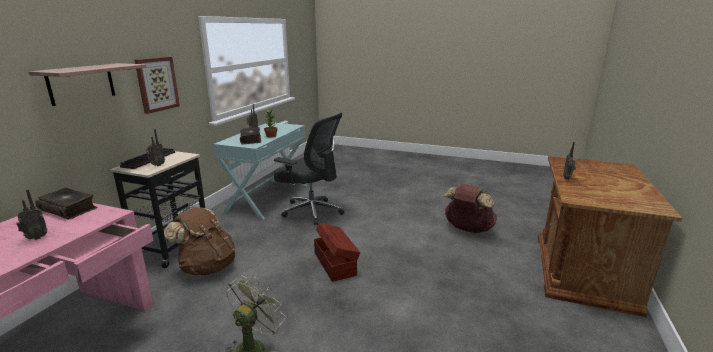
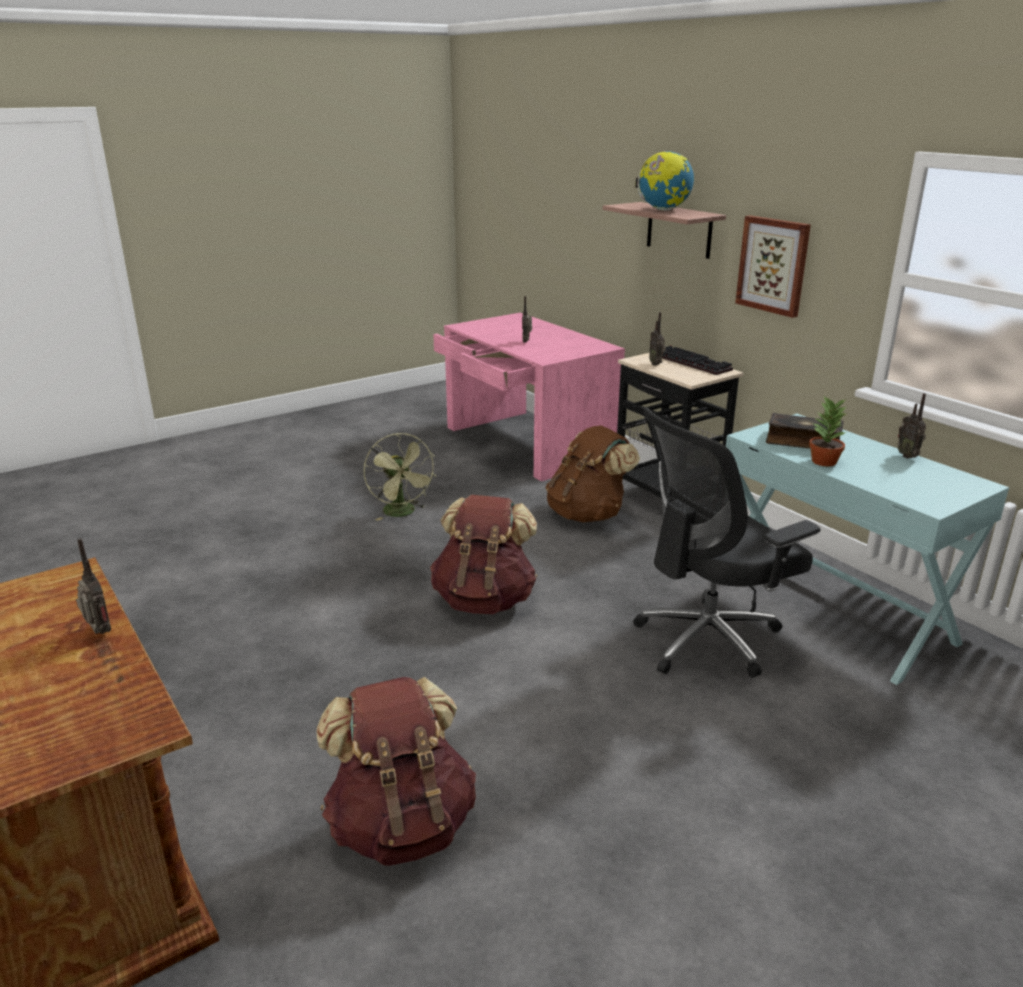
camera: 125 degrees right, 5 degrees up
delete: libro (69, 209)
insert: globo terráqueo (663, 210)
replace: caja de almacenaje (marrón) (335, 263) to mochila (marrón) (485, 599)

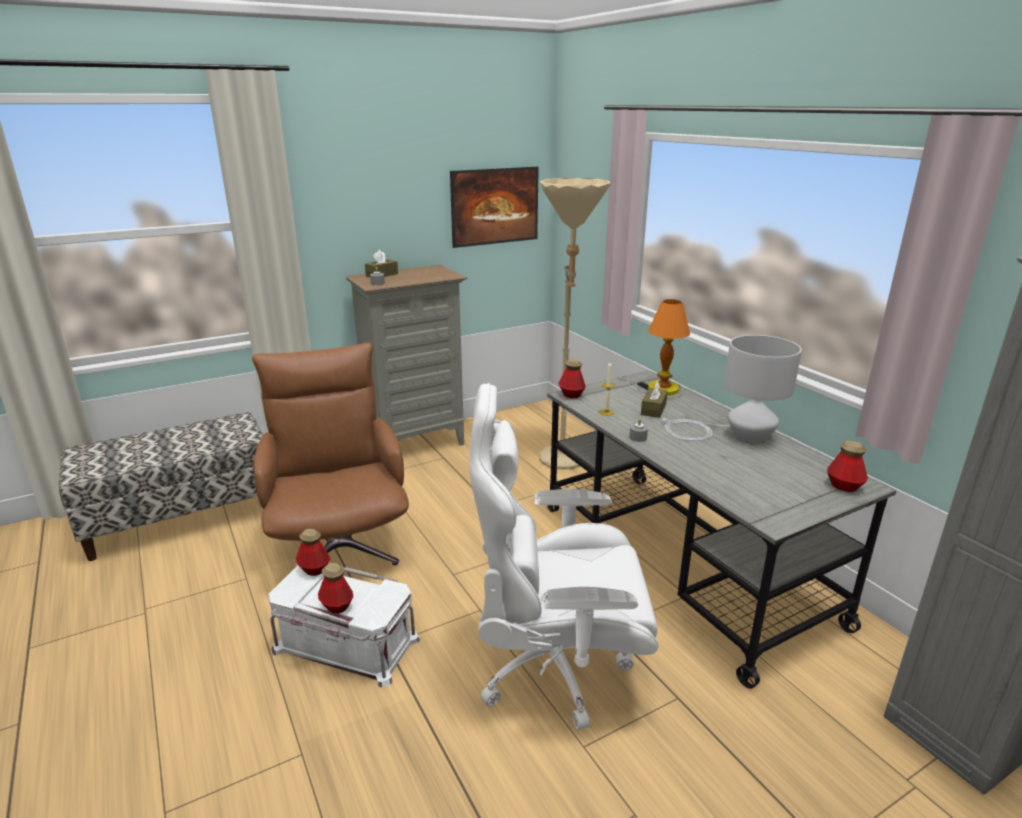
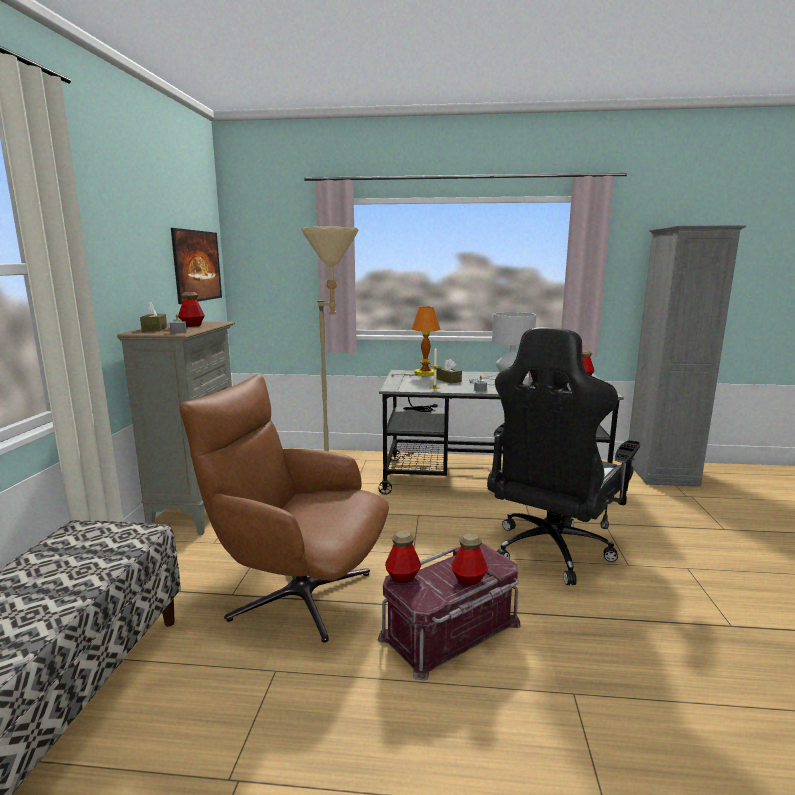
camera: 55 degrees left, 10 degrees down
move: botella (571, 395) to (192, 325)
recolor: caja de almacenaje (blanco) (345, 645) to caja de almacenaje (rojo) (451, 631); silla de oficina (blanco) (560, 666) to silla de oficina (negro) (553, 547)

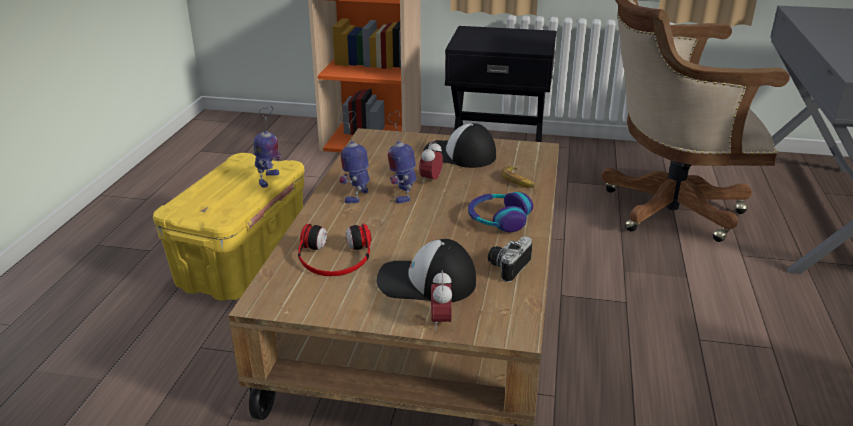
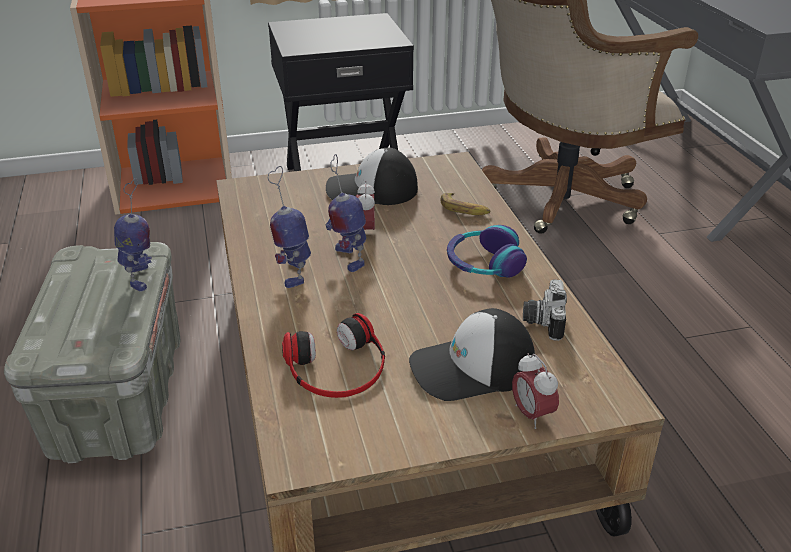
camera: 25 degrees left, 5 degrees up
recolor: caja de almacenaje (amarillo) (243, 262) to caja de almacenaje (gris) (117, 395)

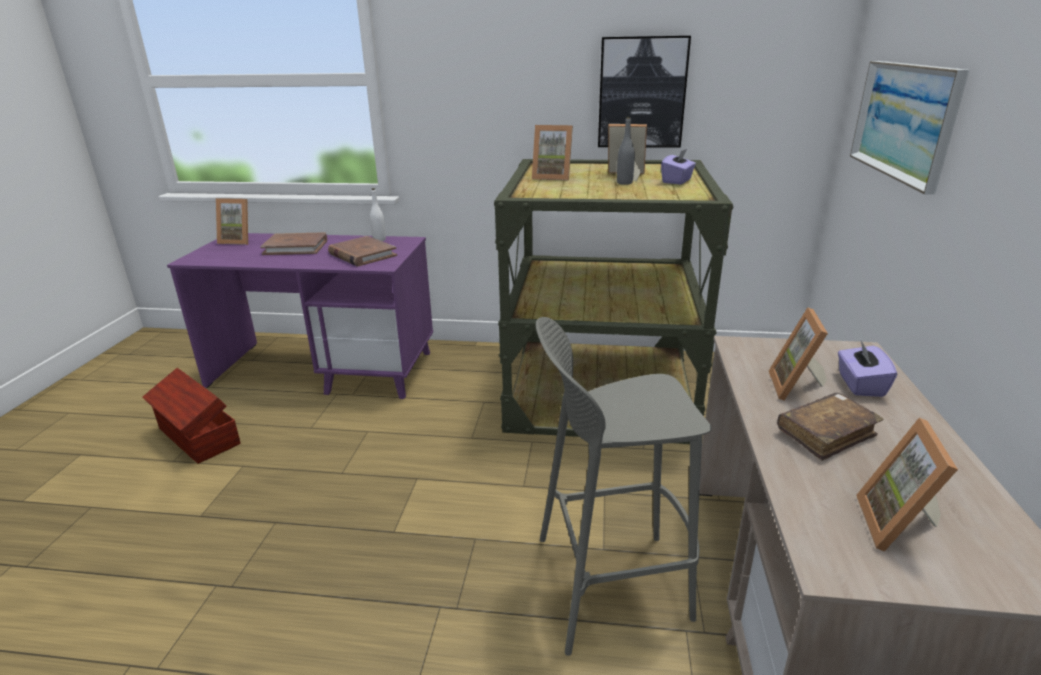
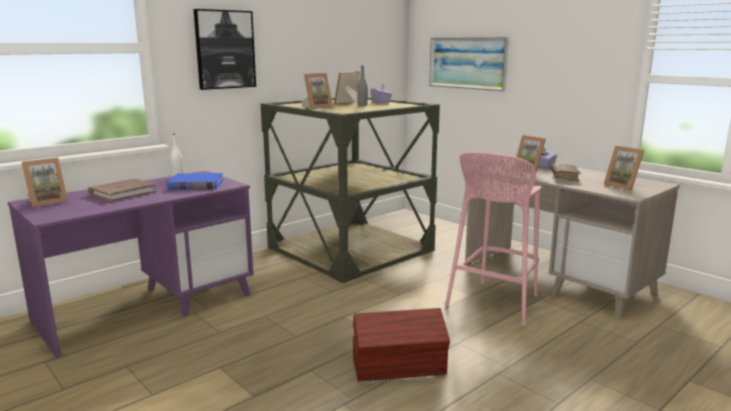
camera: 50 degrees left, 10 degrees down
move: cuadro (642, 93) to (225, 49); caja de almacenaje (marrón) (198, 437) to (400, 367)
recolor: libro (marrón) (362, 255) to libro (azul) (196, 185); taburete (gris) (609, 584) to taburete (rosa) (495, 302)

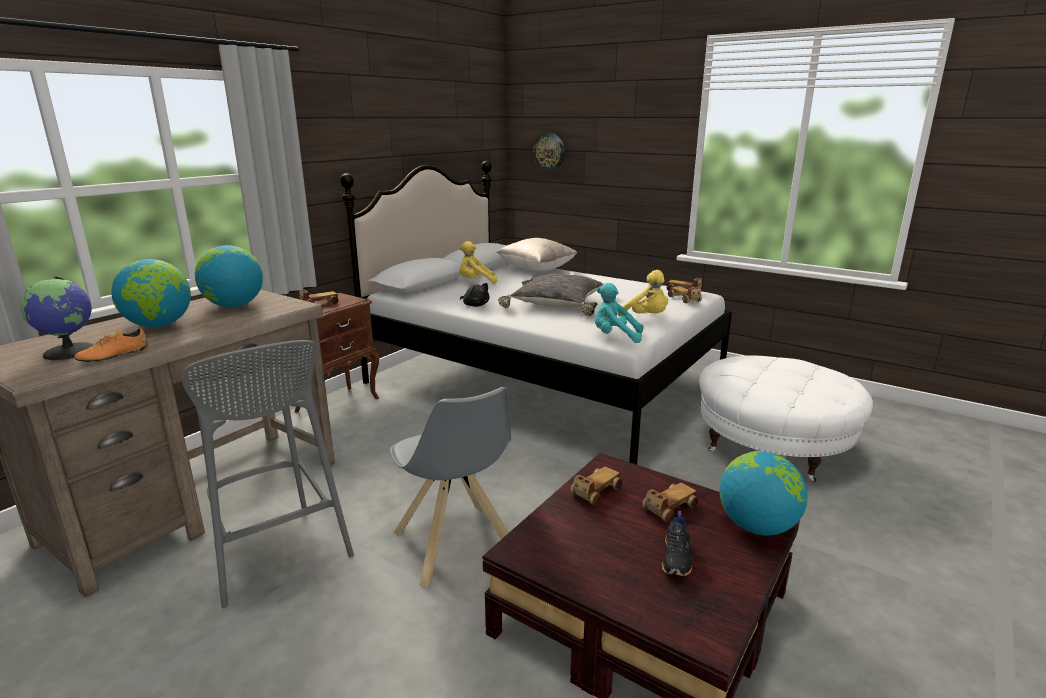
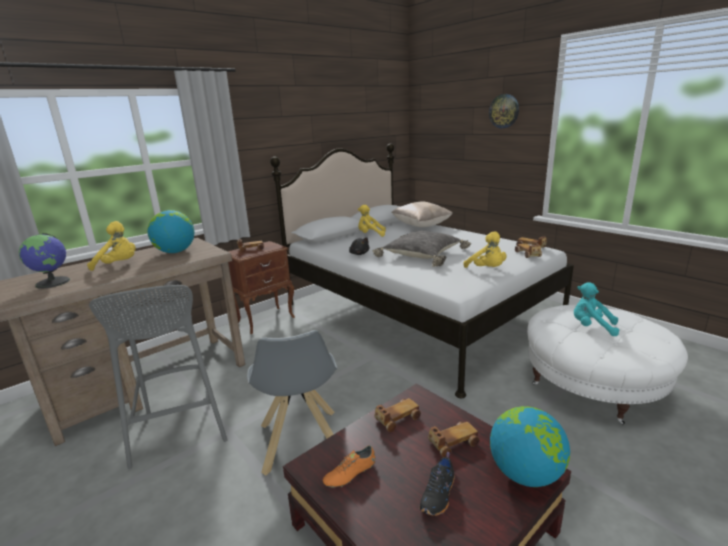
camera: 15 degrees right, 0 degrees up
move: zapato (naranja) (114, 356) to (350, 474); reloj de pared (549, 151) to (504, 111); peluche (turquesa) (615, 337) to (591, 327)
replace: globo terráqueo (159, 325) to peluche (amarillo) (119, 265)

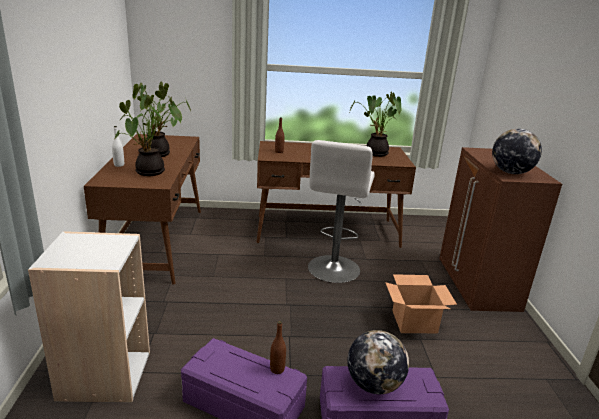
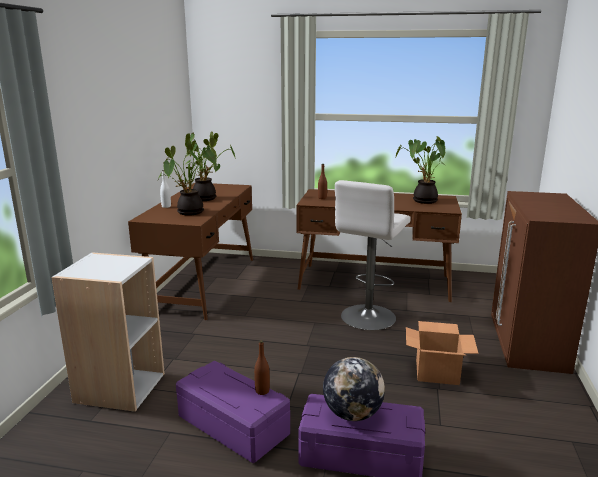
camera: 15 degrees right, 5 degrees down
delete: globo terráqueo (511, 172)

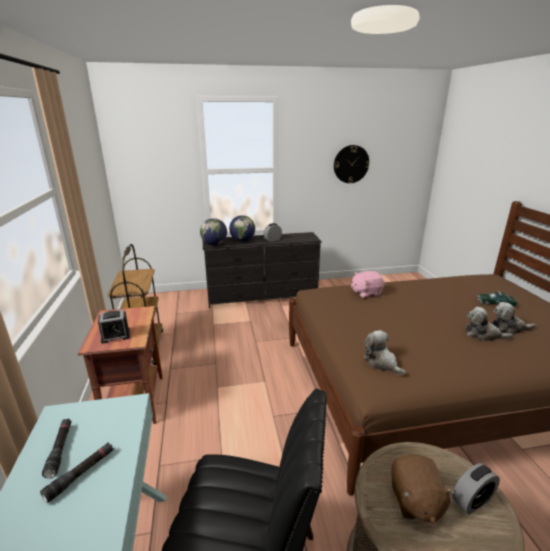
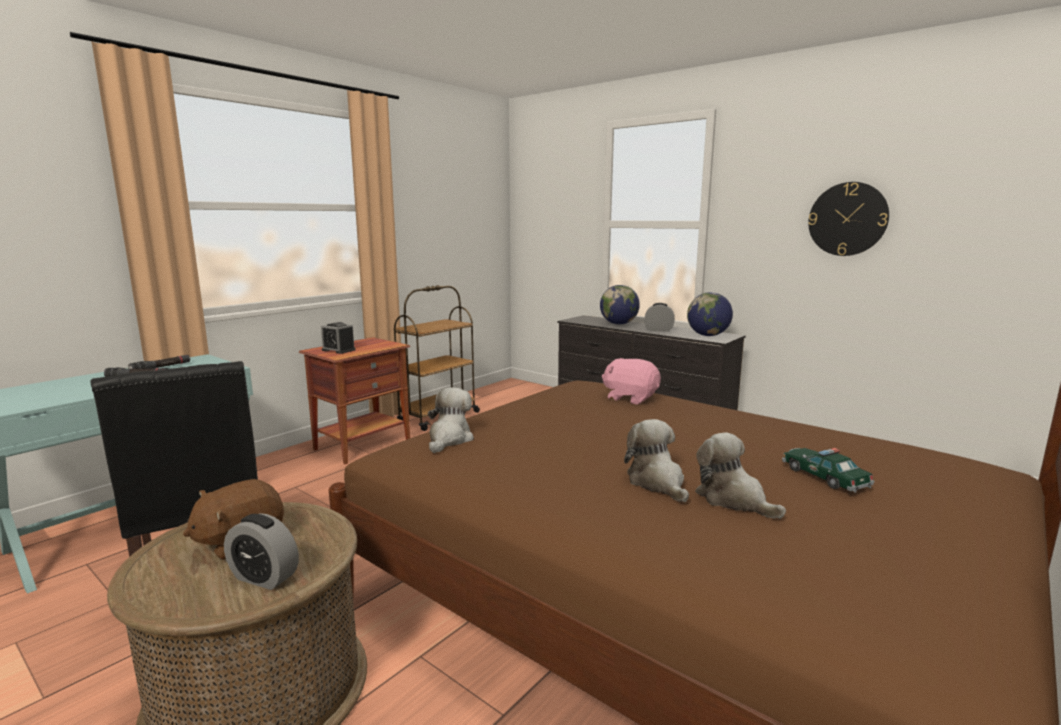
camera: 50 degrees right, 10 degrees down
move: globo terráqueo (214, 244) to (708, 335)

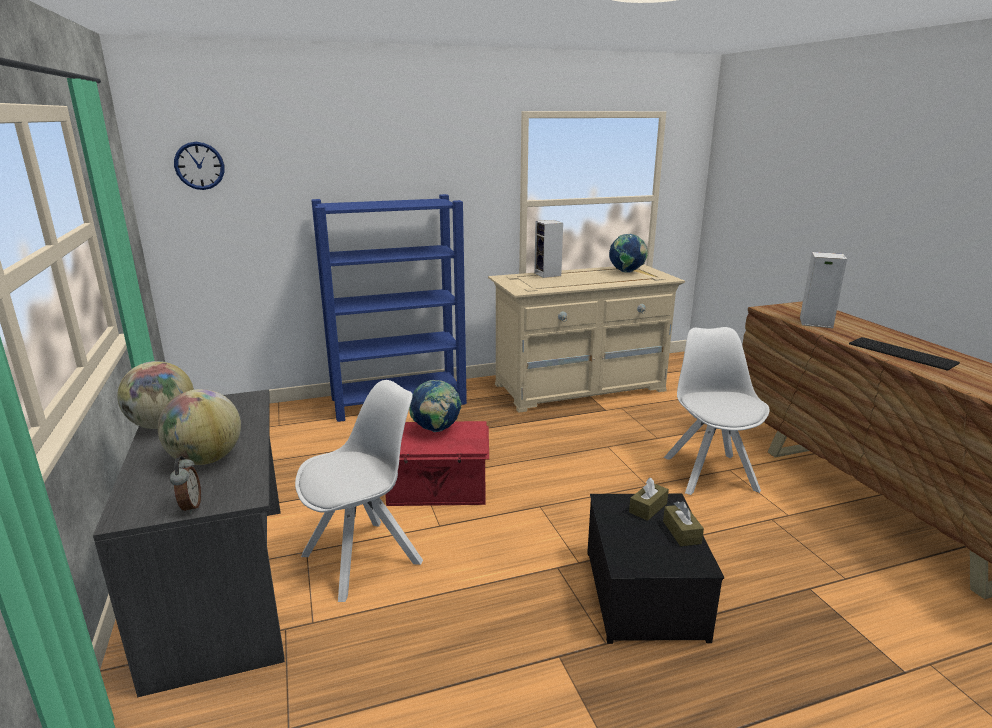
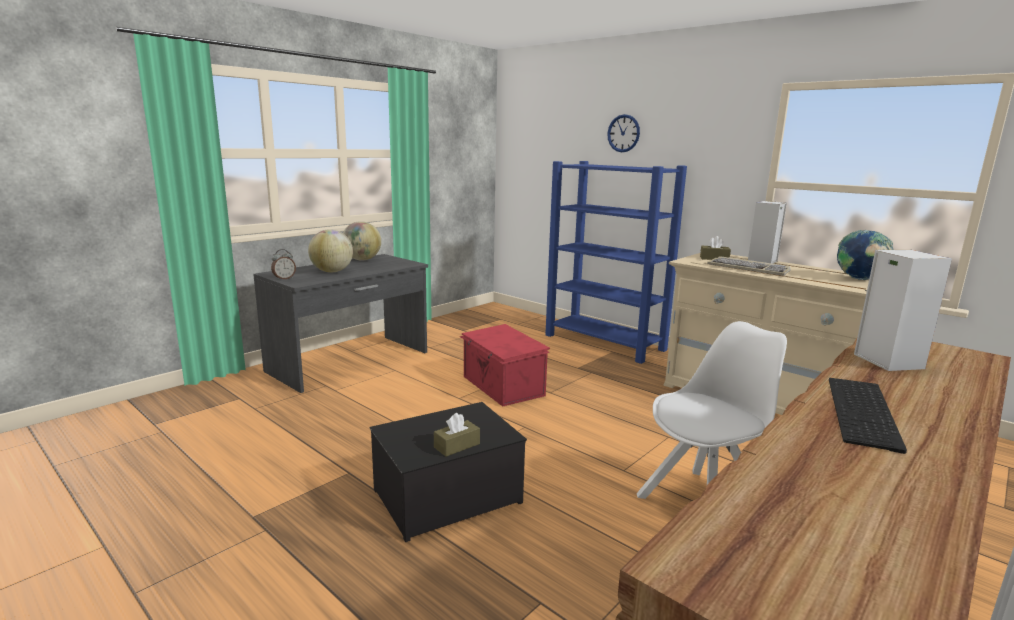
camera: 60 degrees right, 5 degrees down
delete: silla (blanco) (364, 558); globo terráqueo (436, 430)
insert: teclado (749, 269)
move: reloj de pared (199, 166) to (623, 133); caja de pañuelos (marrón) (648, 508) to (714, 258)

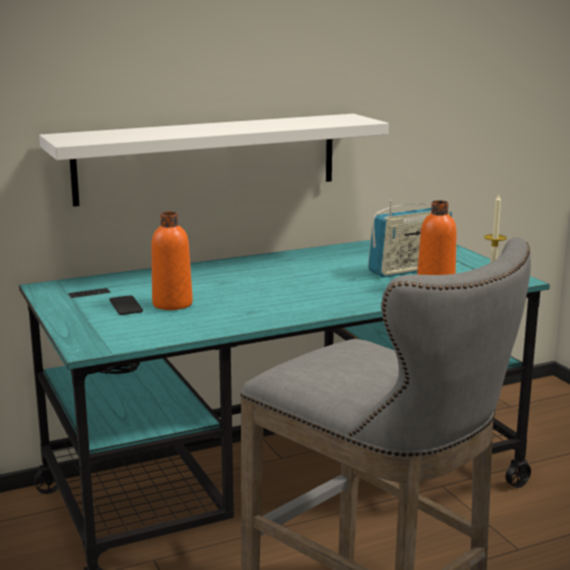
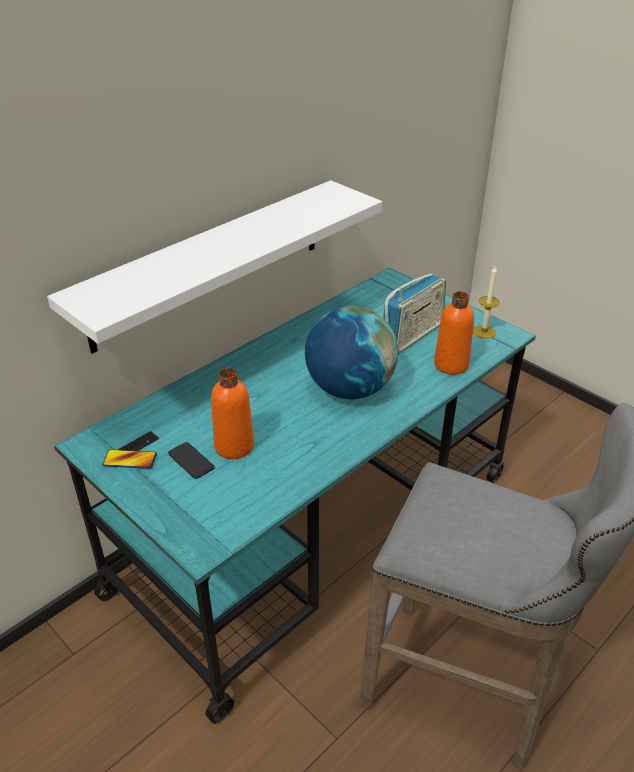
camera: 20 degrees left, 20 degrees up
insert: móvil (130, 460); globo terráqueo (349, 389)

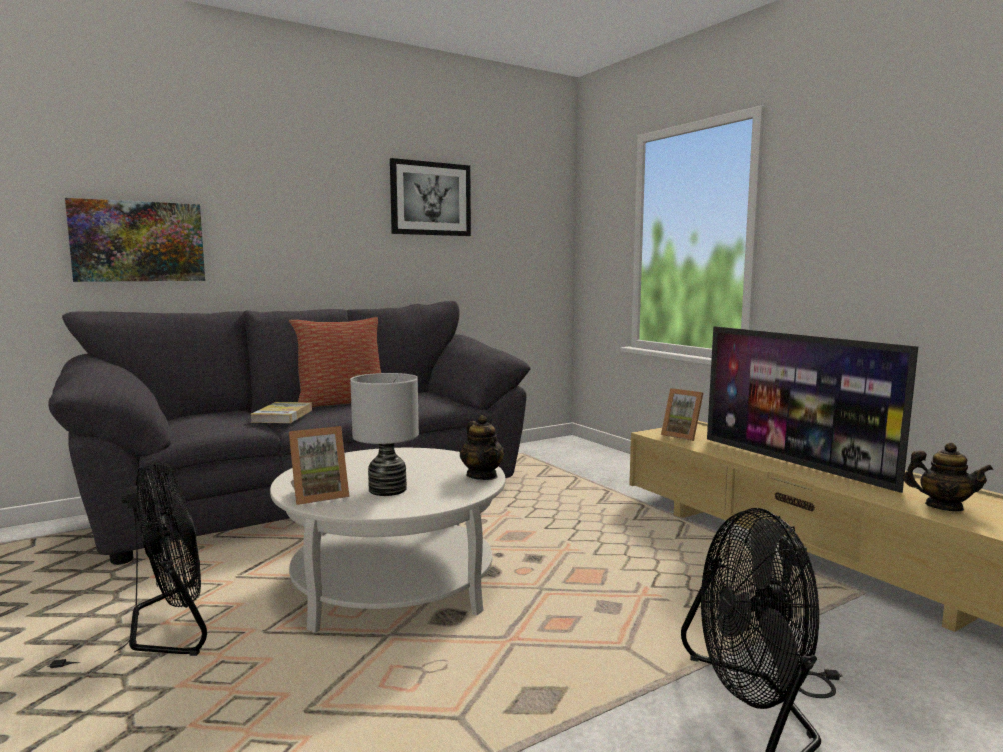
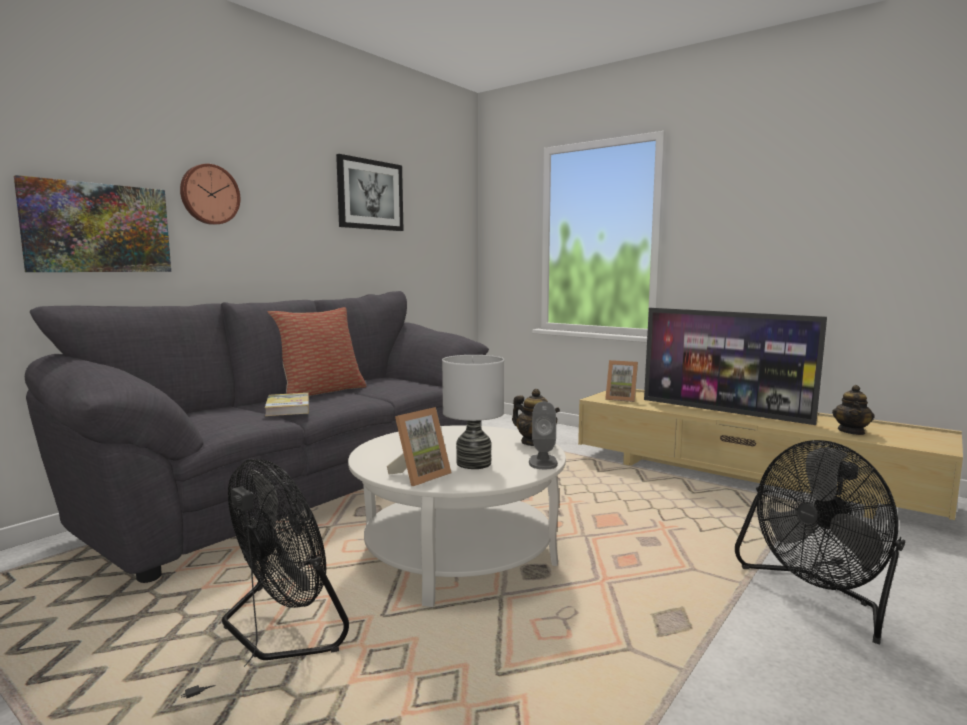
camera: 20 degrees left, 0 degrees up
insert: reloj de pared (209, 194); altavoz (gris) (543, 462)
rotate: tetera (943, 507) = (851, 431) 105 degrees clockwise

